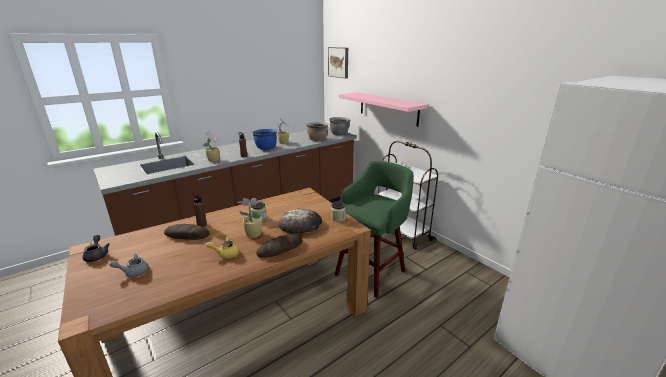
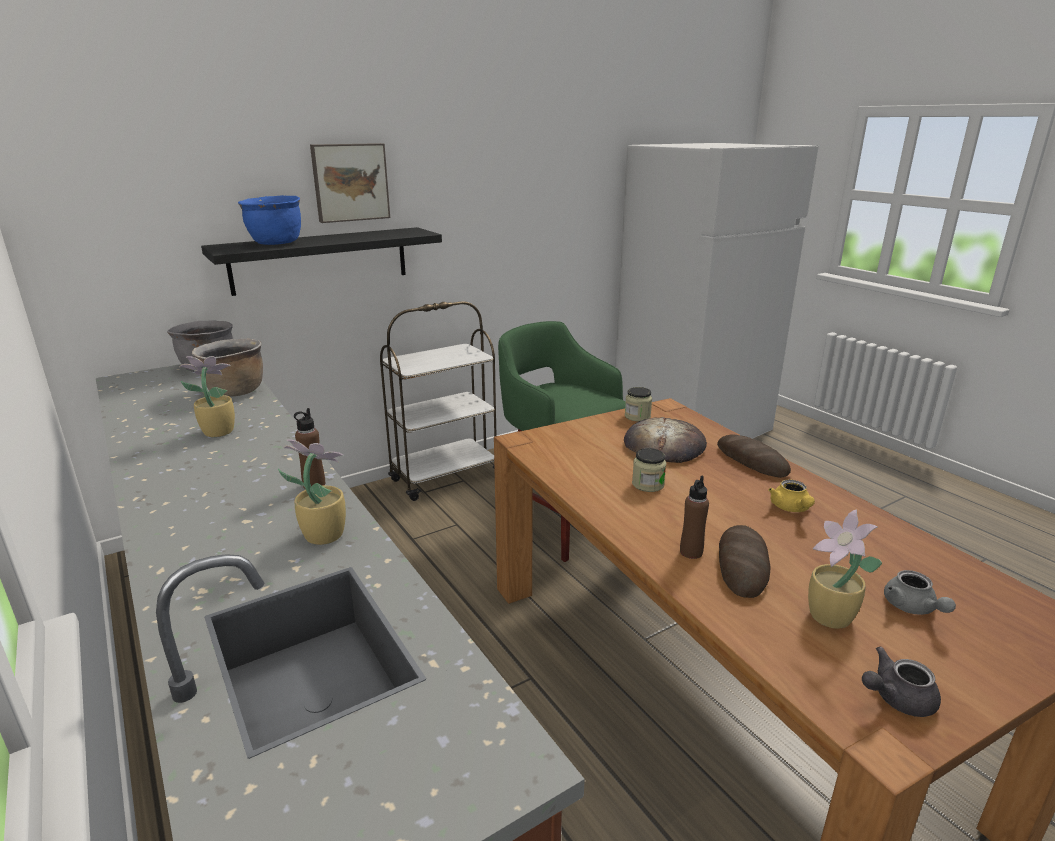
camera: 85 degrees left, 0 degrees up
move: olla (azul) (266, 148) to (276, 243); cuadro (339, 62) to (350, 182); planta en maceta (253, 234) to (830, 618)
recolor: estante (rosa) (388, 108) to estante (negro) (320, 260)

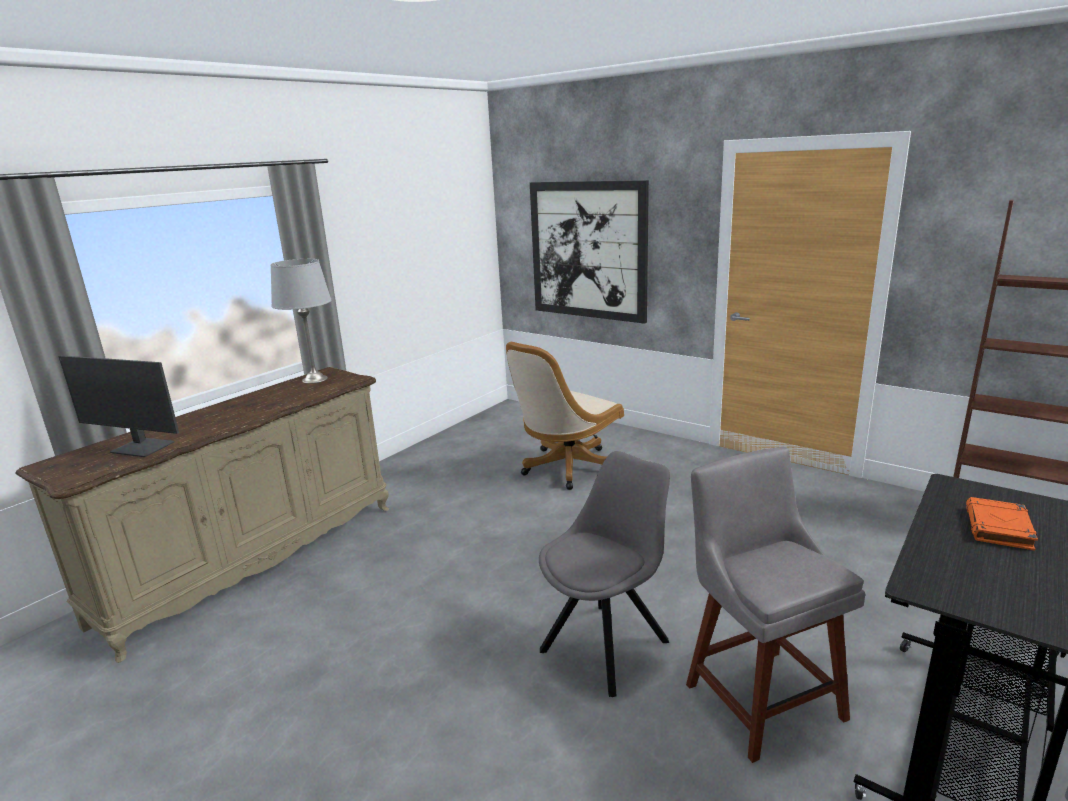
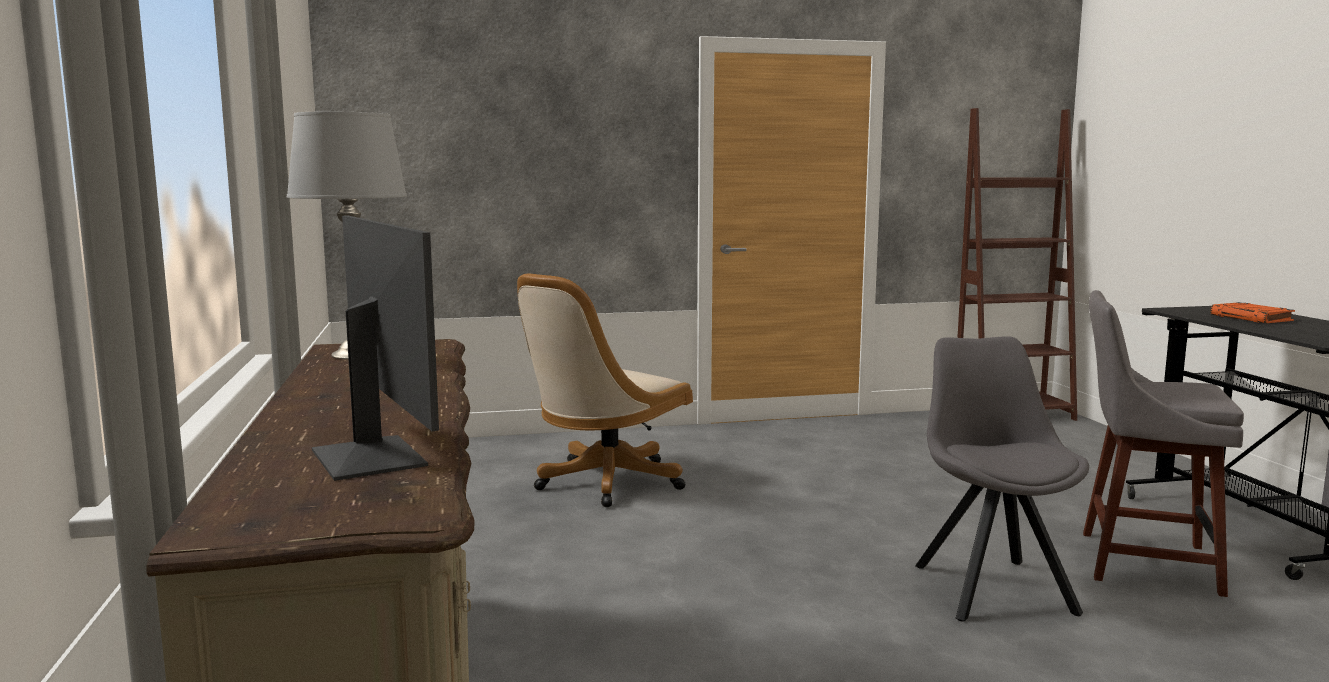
camera: 50 degrees left, 10 degrees down
delete: cuadro (588, 250)
rotate: monitor (141, 448) = (372, 457) 90 degrees counterclockwise; silla de oficina (565, 469) = (603, 484) 45 degrees clockwise

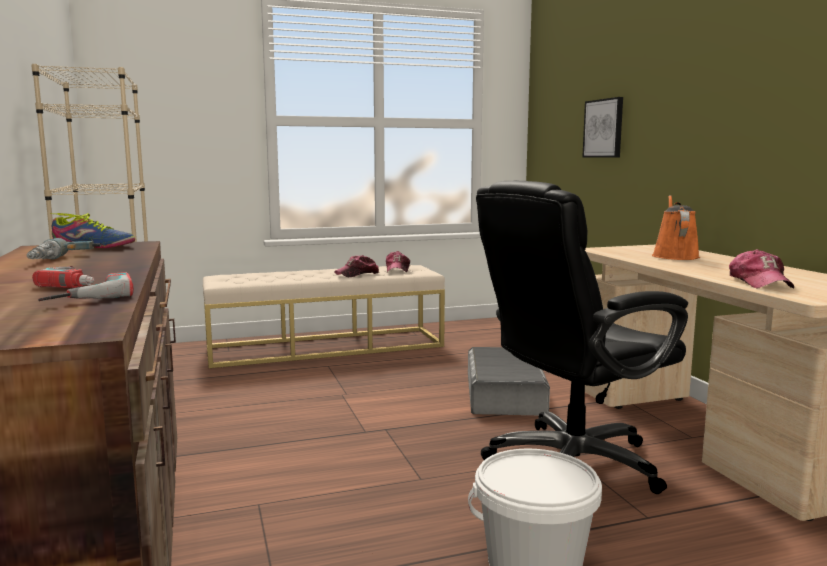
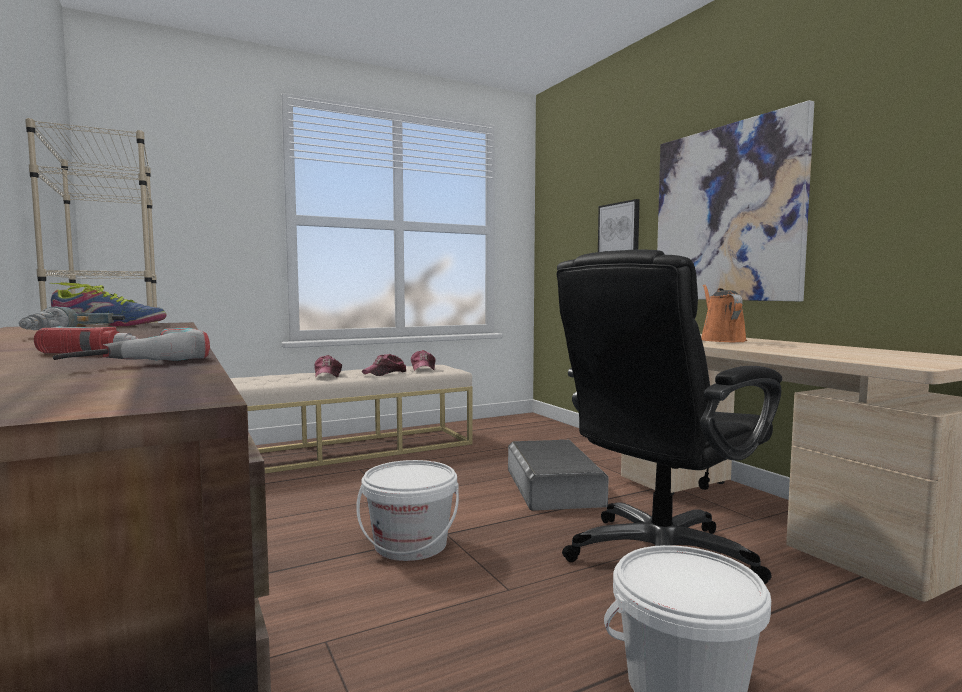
camera: 10 degrees left, 5 degrees down
insert: cubo (blanco) (410, 545); cuadro (726, 214)
move: gorra (759, 283) to (328, 375)

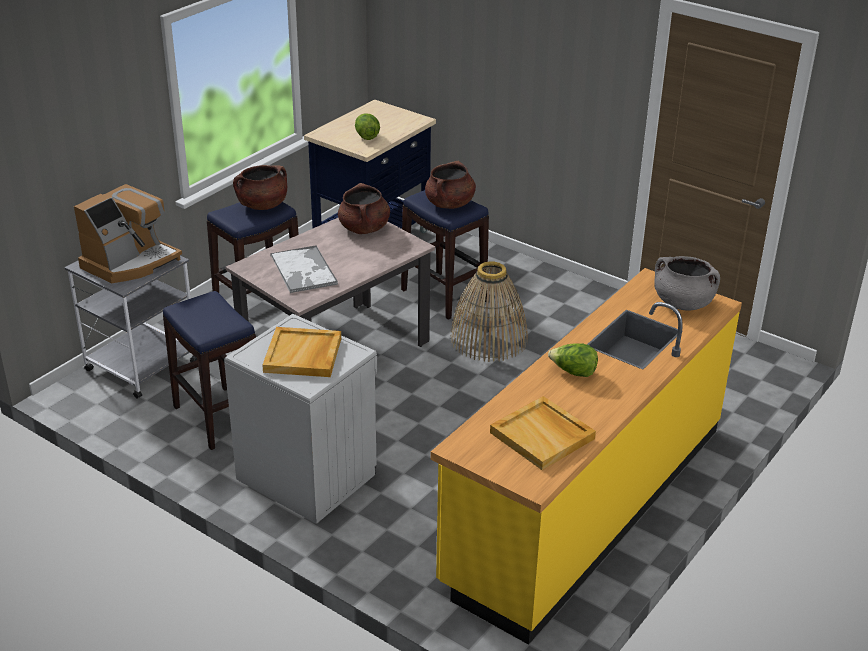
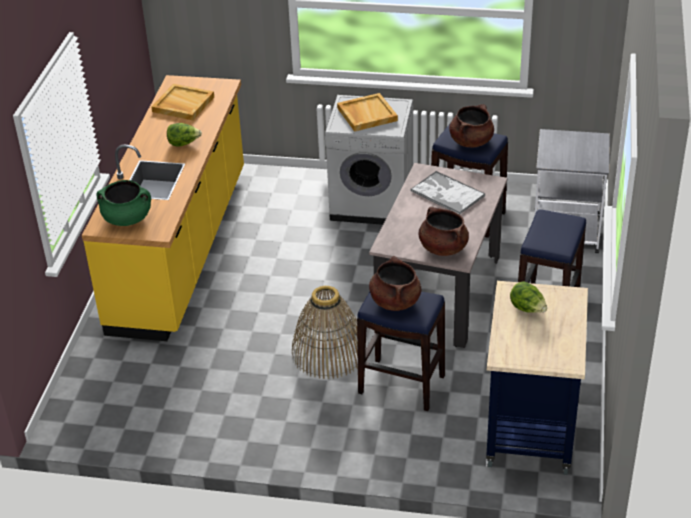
camera: 155 degrees right, 5 degrees up
delete: cafetera (131, 262)
move: olla (marrón) (262, 205) to (471, 141)
recolor: olla (gris) (682, 303) to olla (verde) (127, 219)

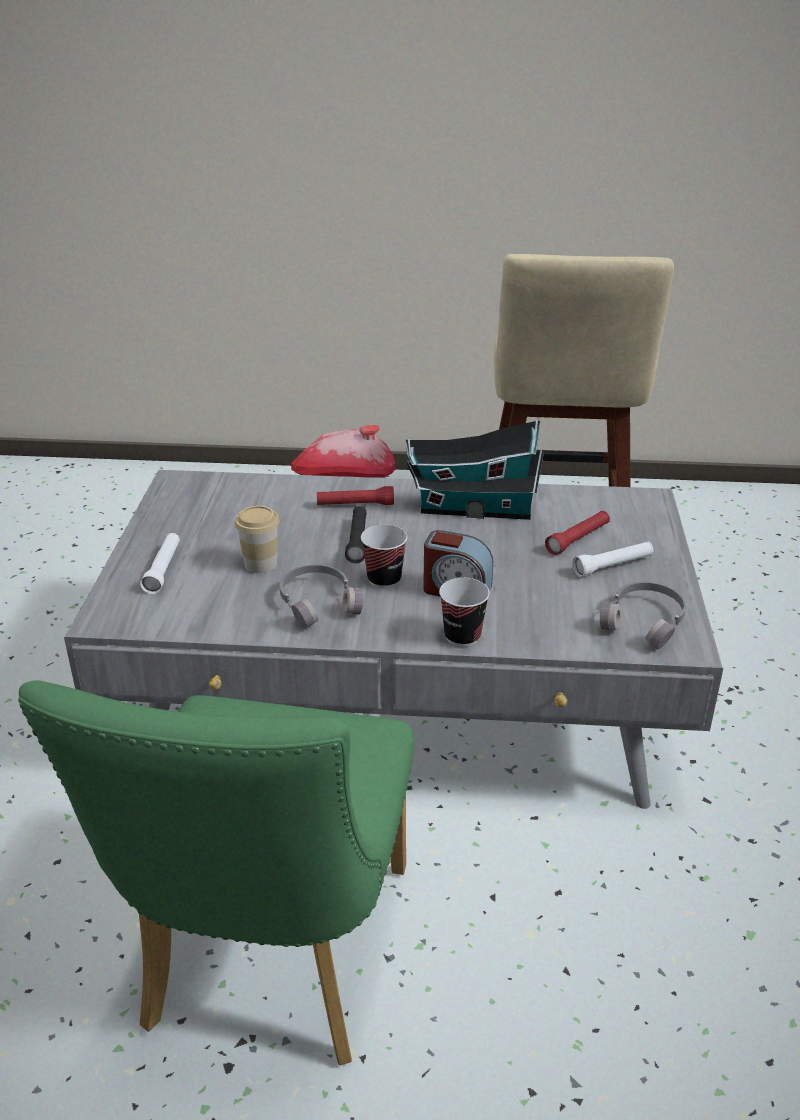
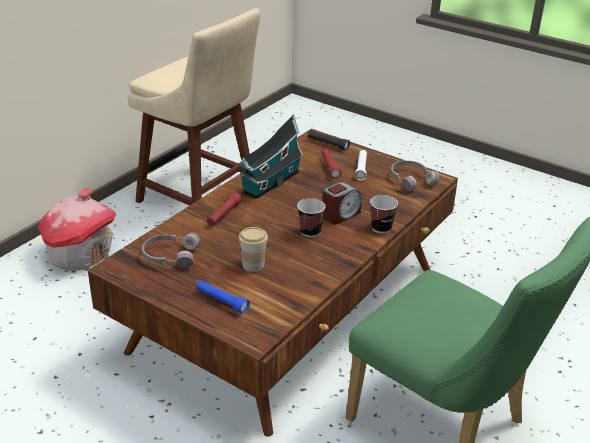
camera: 60 degrees left, 0 degrees up
move: auriculares (gris) (319, 603) to (170, 255); linterna (negro) (357, 541) to (327, 144)
recolor: mesa de centro (gris) (400, 697) to mesa de centro (marrón) (290, 308); linterna (blanco) (163, 569) to linterna (azul) (222, 301)

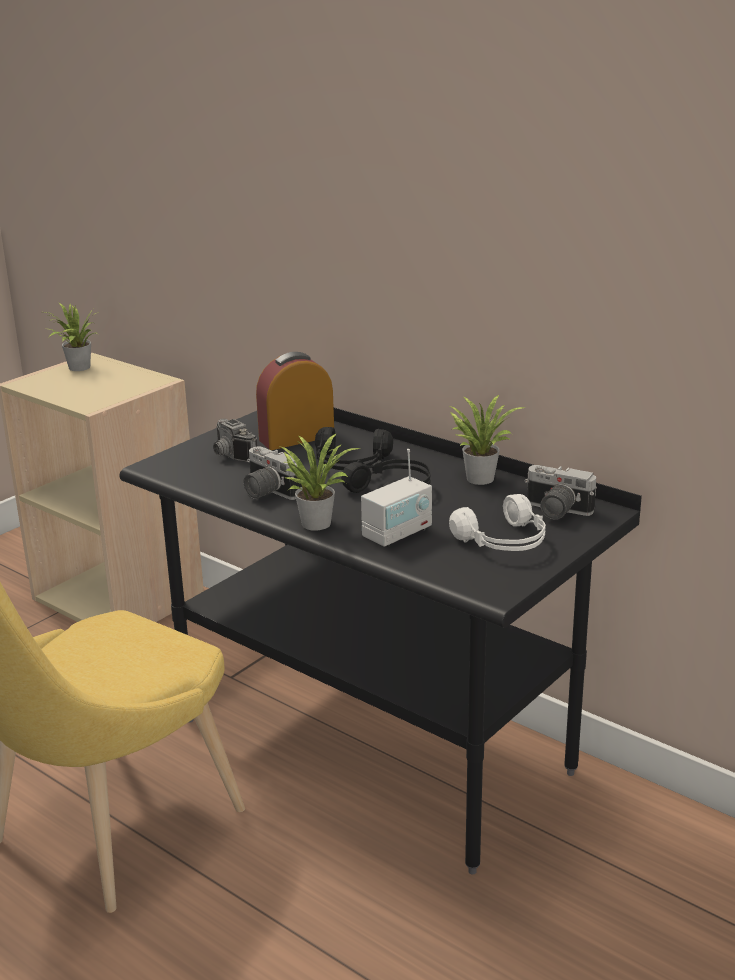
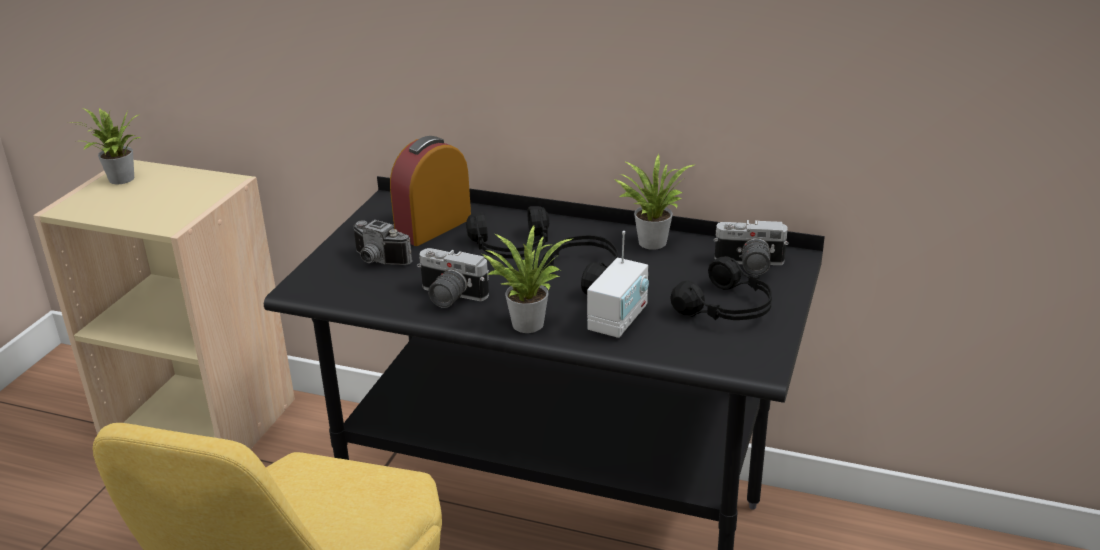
camera: 20 degrees left, 5 degrees up
recolor: auriculares (blanco) (504, 542) to auriculares (negro) (727, 308)

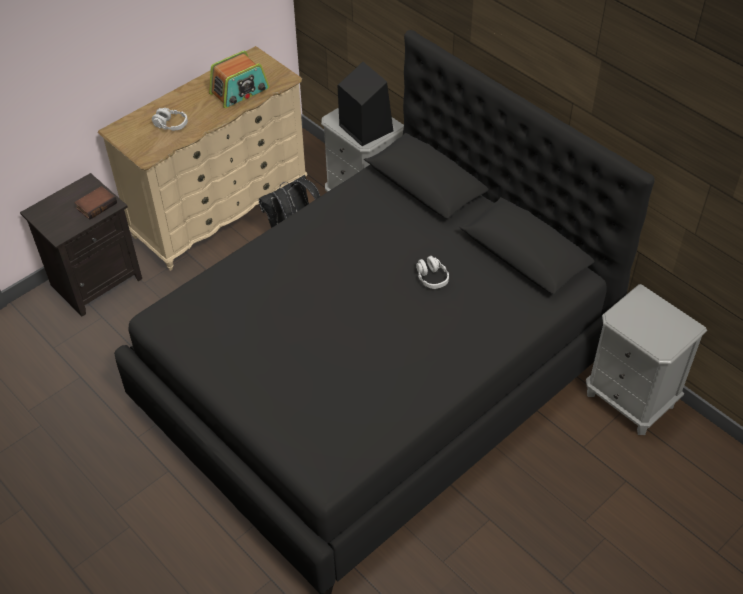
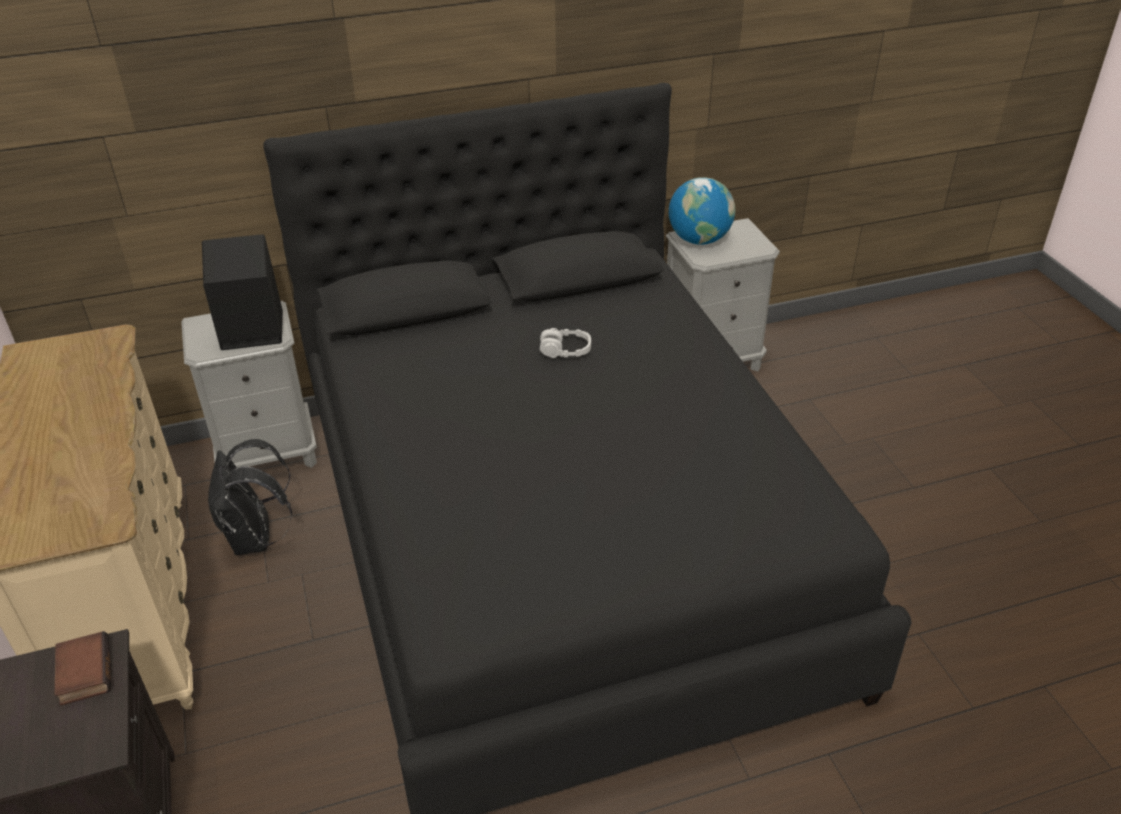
camera: 65 degrees left, 10 degrees down
delete: auriculares (gris) (171, 124); radio (239, 91)
insert: globo terráqueo (699, 240)

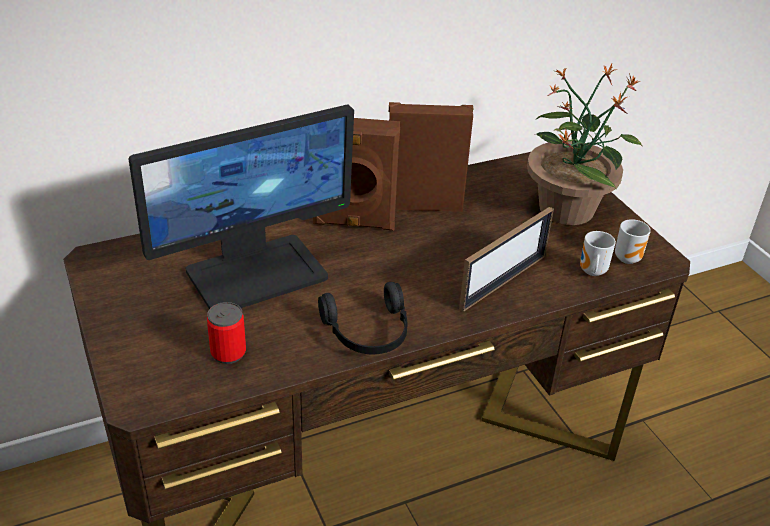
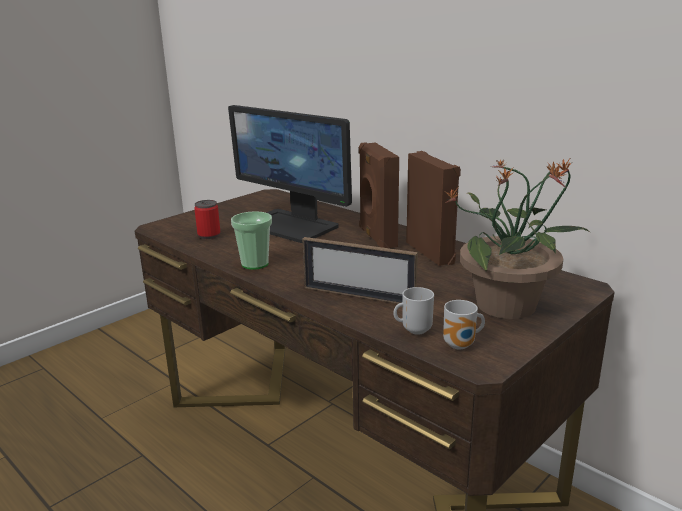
camera: 70 degrees right, 15 degrees down
replace: auriculares (negro) (368, 332) to taza (255, 264)

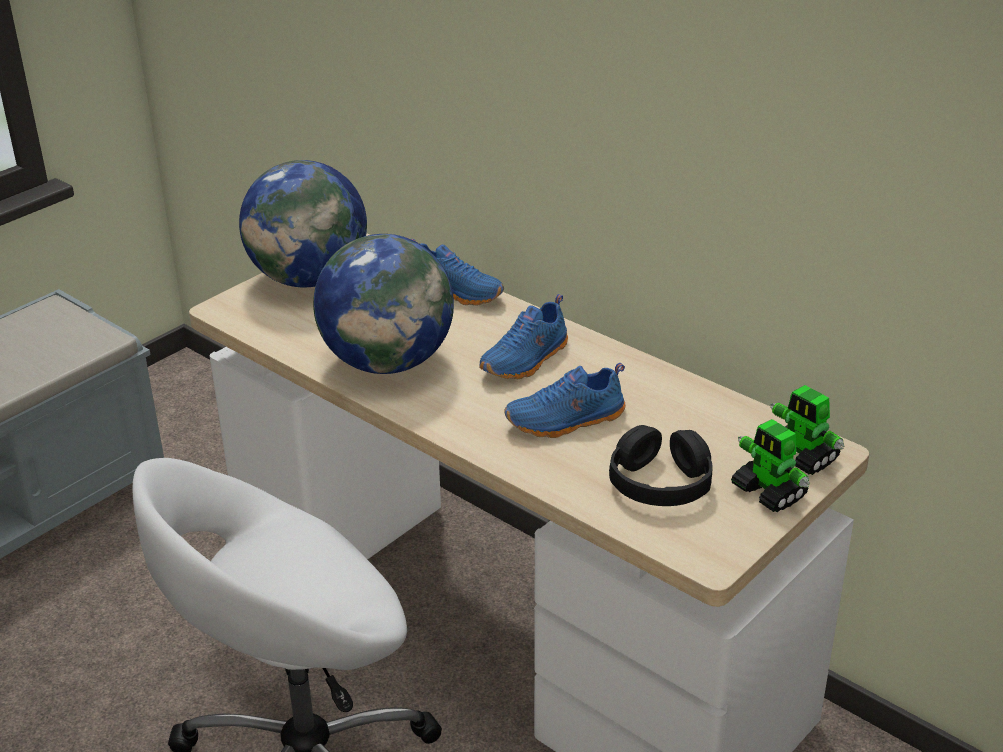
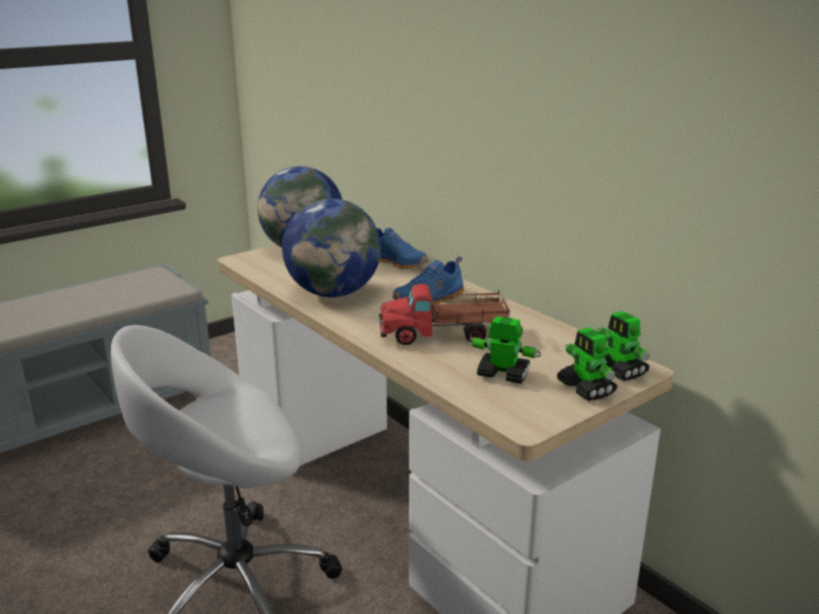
camera: 10 degrees right, 10 degrees down
replace: zapato (azul) (566, 421) to camión de juguete (445, 334); auriculares (negro) (660, 482) to robot de juguete (502, 374)

